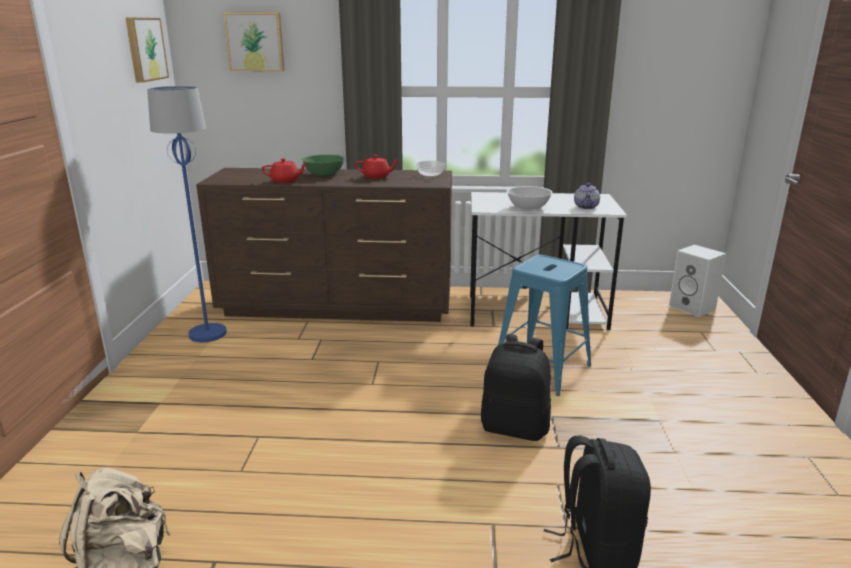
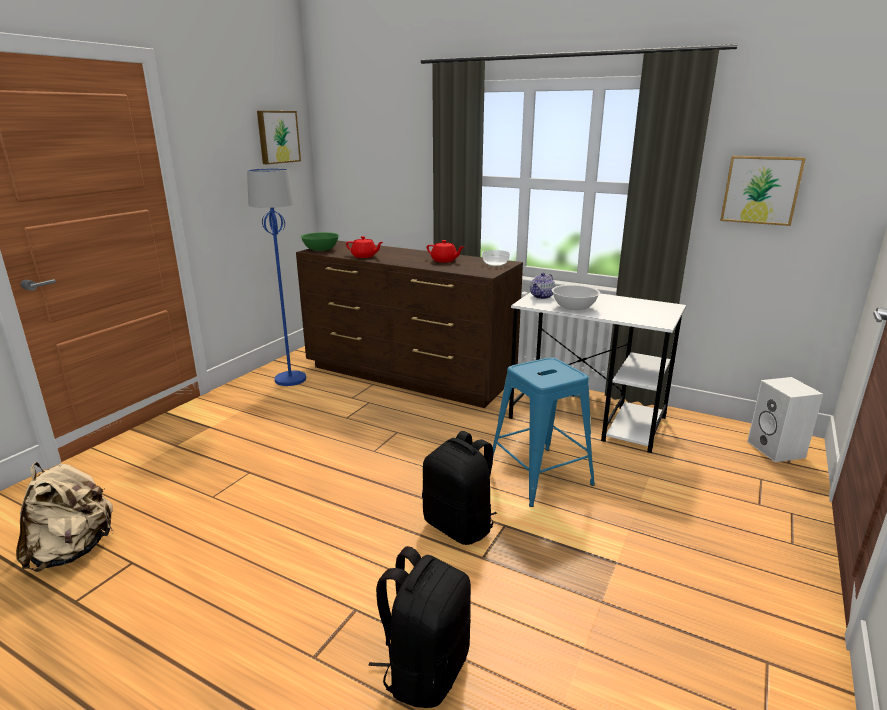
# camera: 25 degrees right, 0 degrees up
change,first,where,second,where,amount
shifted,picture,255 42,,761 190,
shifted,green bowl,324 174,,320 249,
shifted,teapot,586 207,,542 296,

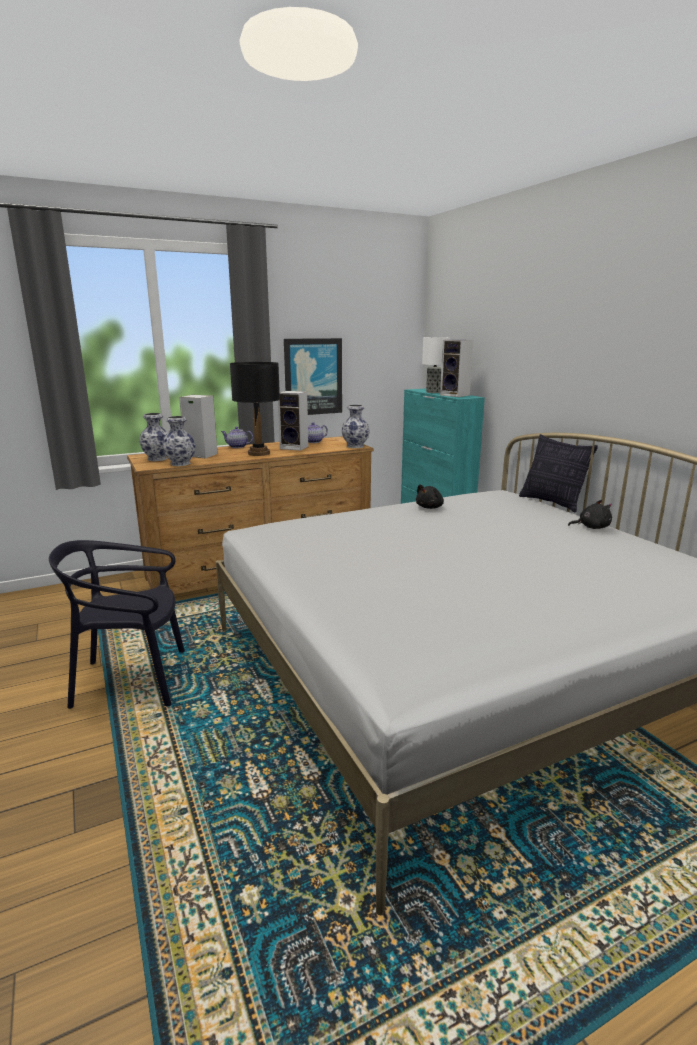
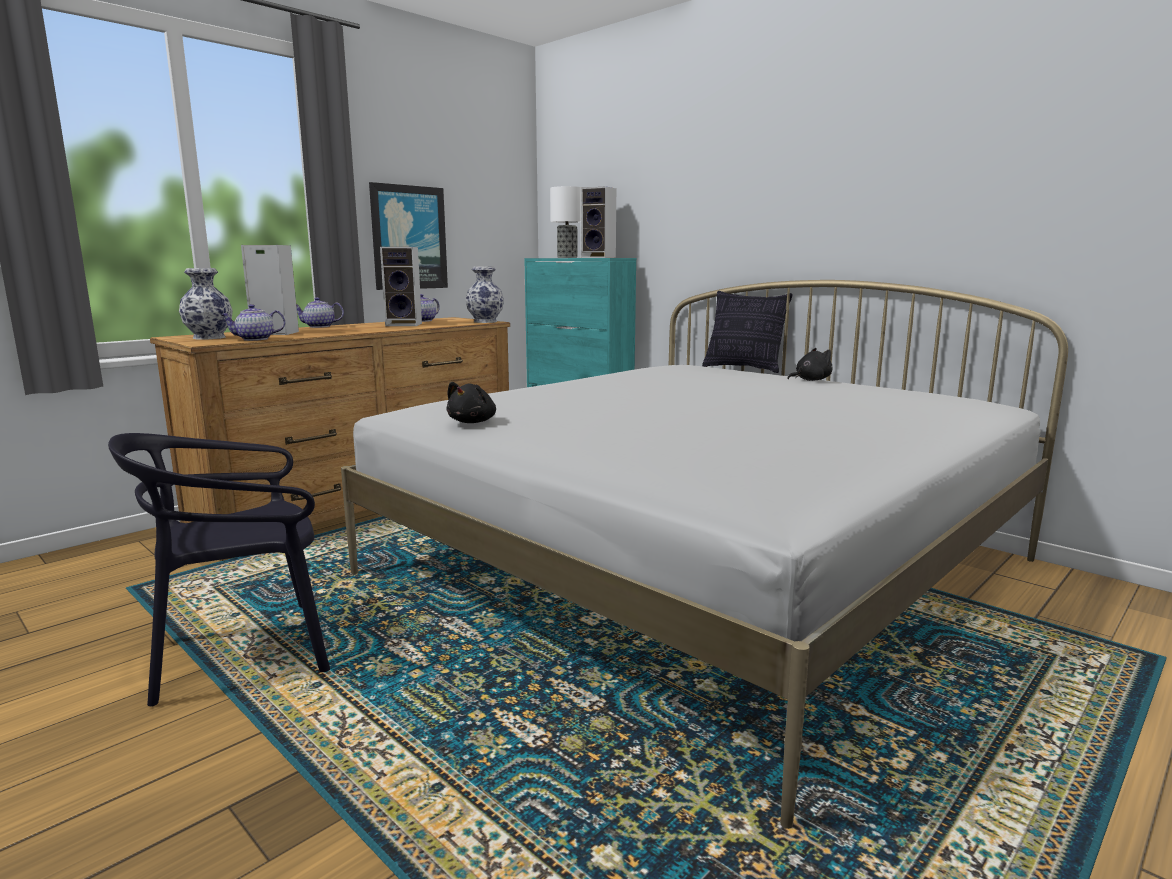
# camera: 20 degrees left, 5 degrees down
change,first,where,second,where,amount
gone,black table lamp,259 453,,,
shifted,black plush toy,430 507,,473 422,
swapped,vase,180 464,teapot,255 339,

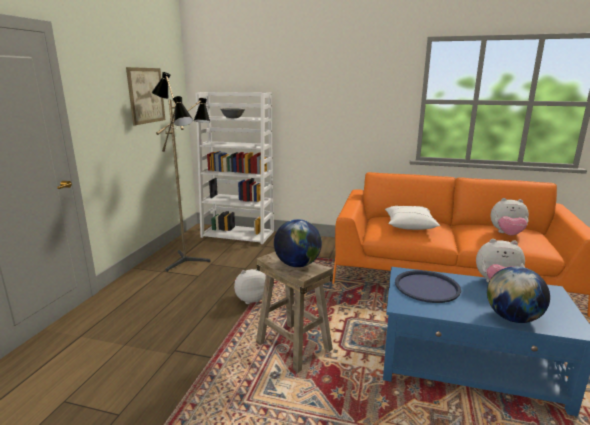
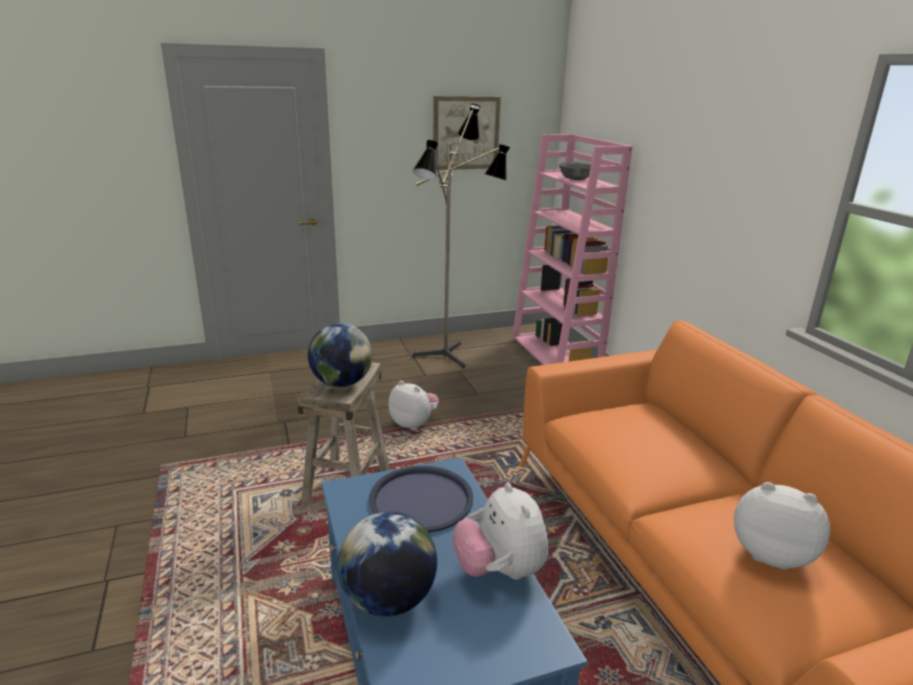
# camera: 55 degrees right, 5 degrees up
change,first,where,second,where,amount
gone,white pillow,409 225,,,
repainted,white bookcase,238 234,pink bookcase,556 355,
rotated,plush toy,507 234,,770 553,135 degrees clockwise

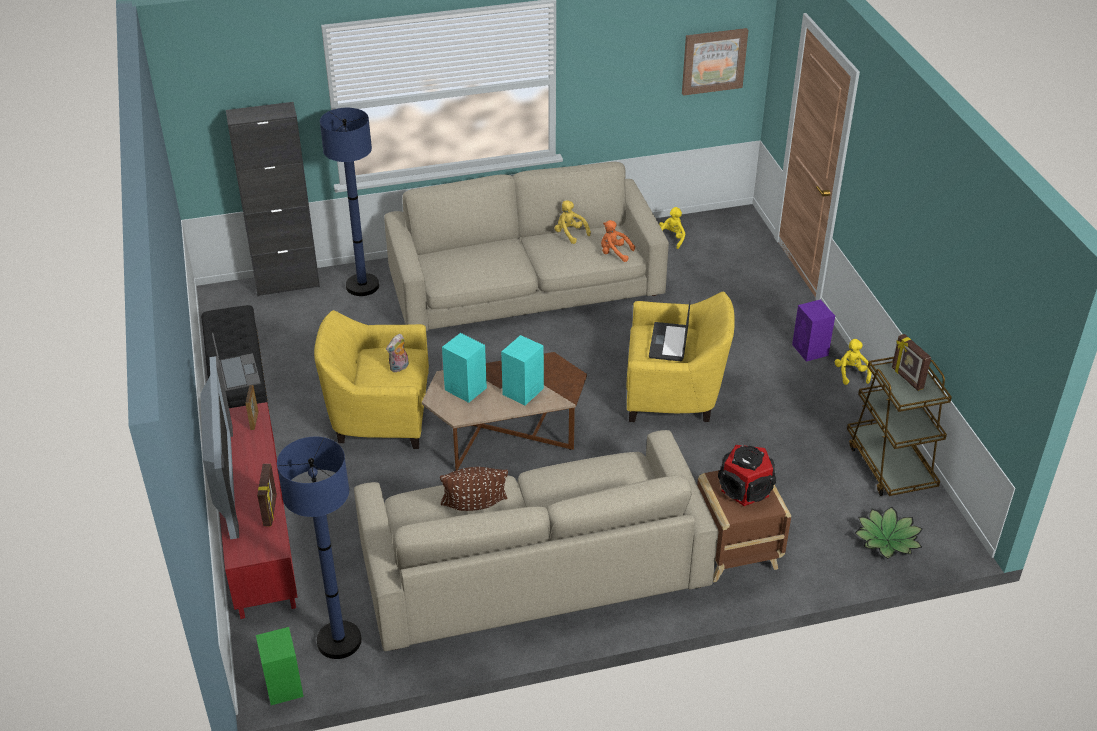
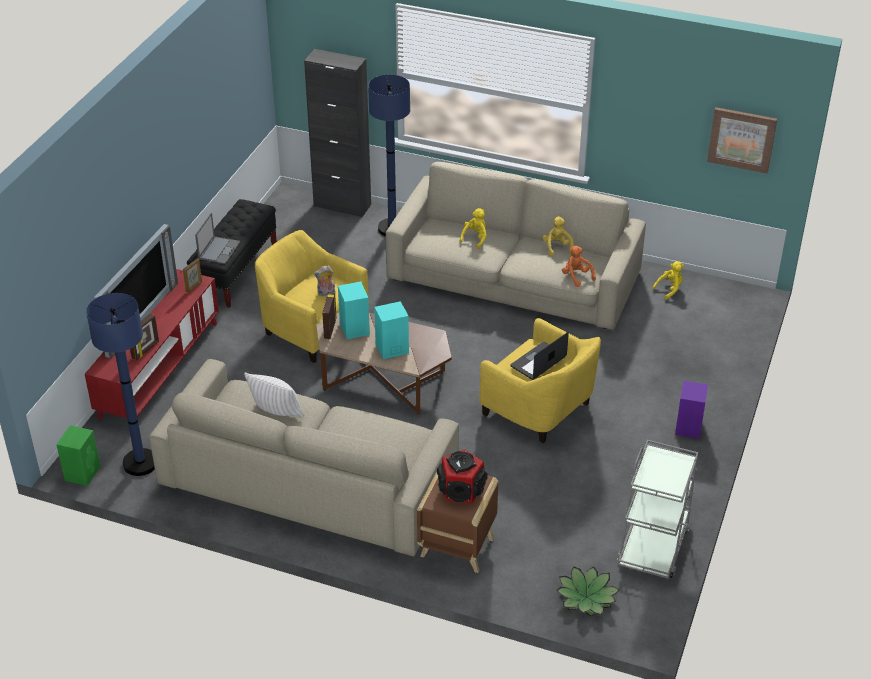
# camera: 35 degrees right, 0 degrees up
change,first,where,second,where,amount
shifted,yellow plush toy,851 373,,475 238,
shifted,picture frame,906 378,,329 328,
repainted,brown pillow,474 508,white pillow,276 413,
repainted,brown cart,890 465,grey cart,653 545,

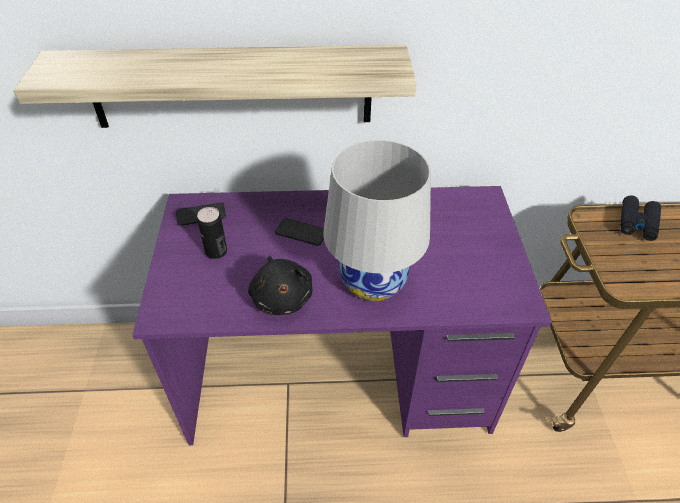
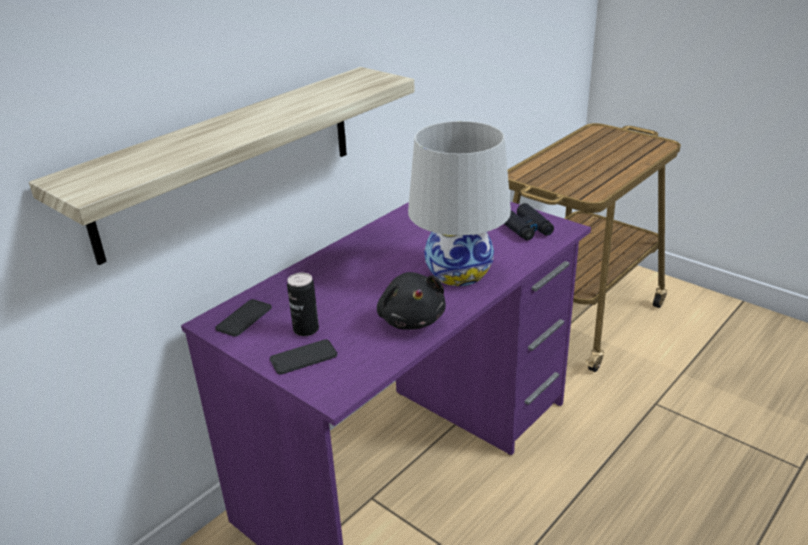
# camera: 45 degrees left, 15 degrees down
change,first,where,second,where,amount
shifted,phone,301 232,,303 357,
shifted,black binoculars,637 223,,525 228,
rotated,black plush toy,282 297,,411 319,45 degrees clockwise

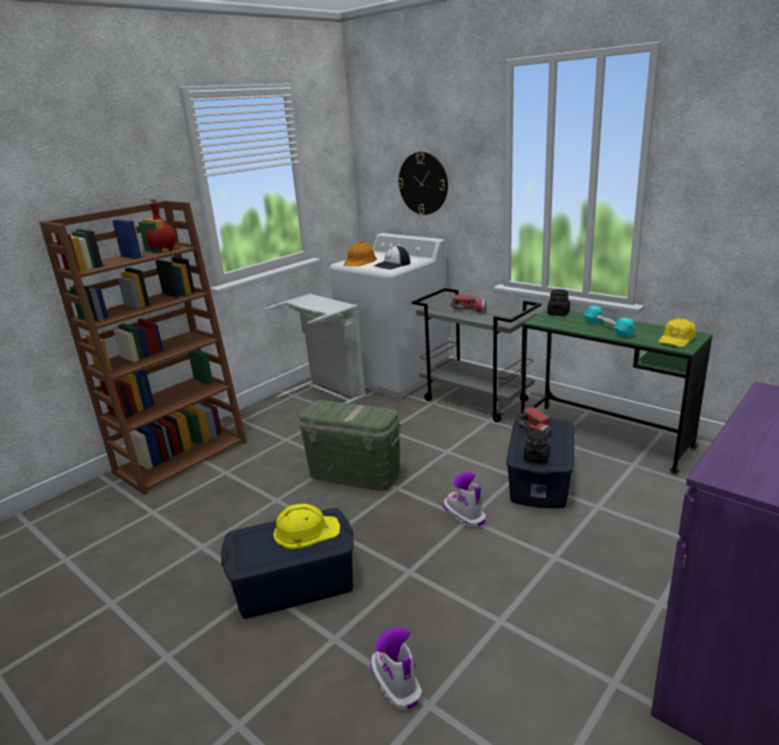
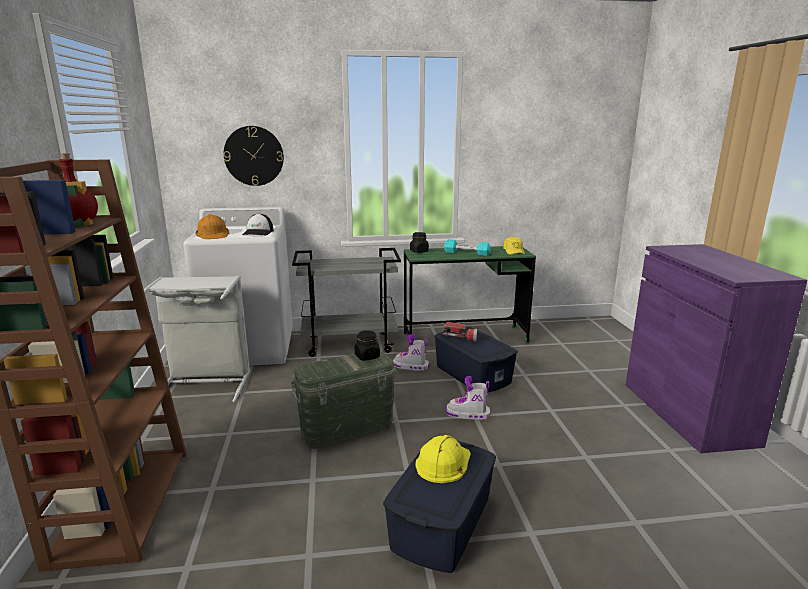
# camera: 50 degrees left, 5 degrees down
change,first,where,second,where,amount
gone,flashlight,469 310,,,
shifted,boot,395 682,,410 366,
shifted,black jar,536 458,,367 356,

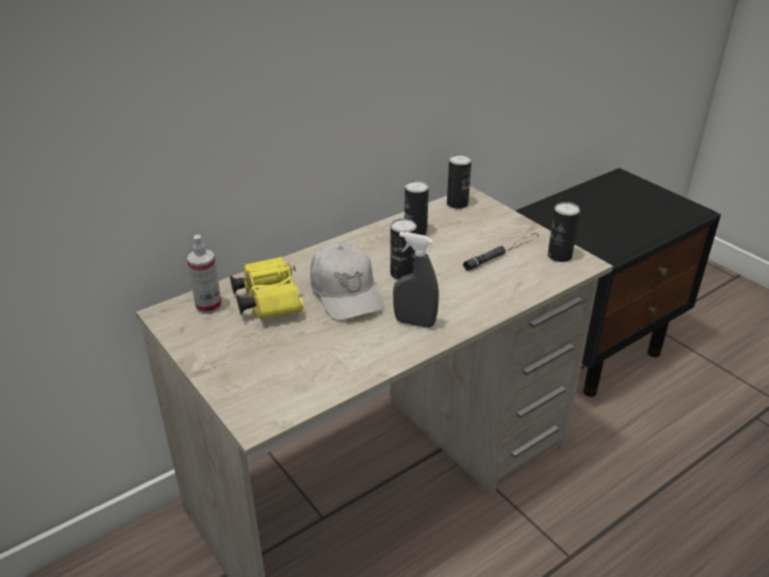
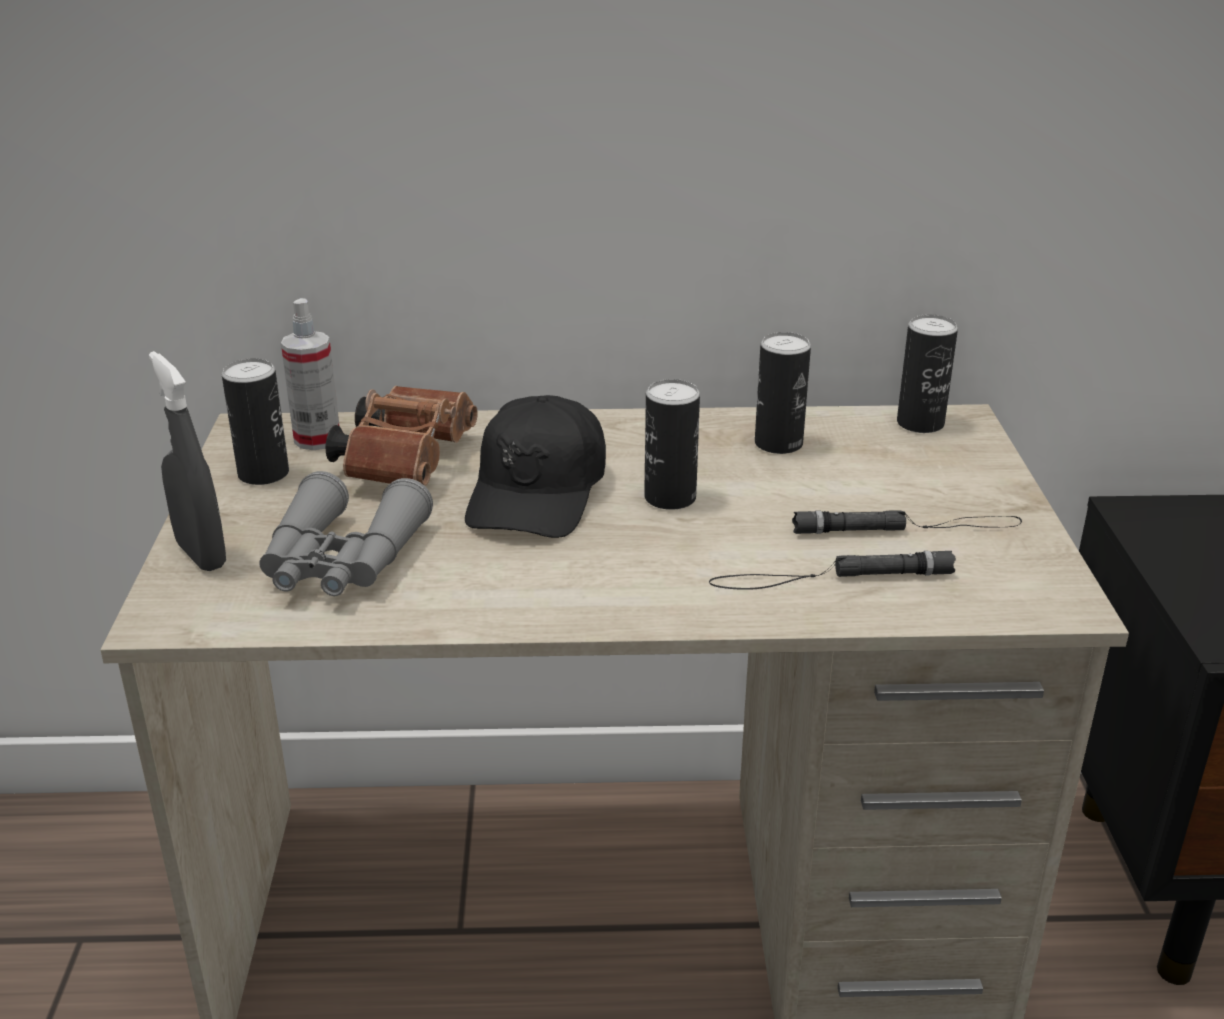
# camera: 35 degrees right, 5 degrees down
change,first,where,second,where,amount
new,,,grey binoculars,342 561,
new,,,black flashlight,830 578,
shifted,grey spray bottle,414 322,,201 555,
shifted,can,559 256,,263 474,
repainted,yellow binoculars,268 300,brown binoculars,408 461,
repainted,white cap,346 292,black cap,538 492,

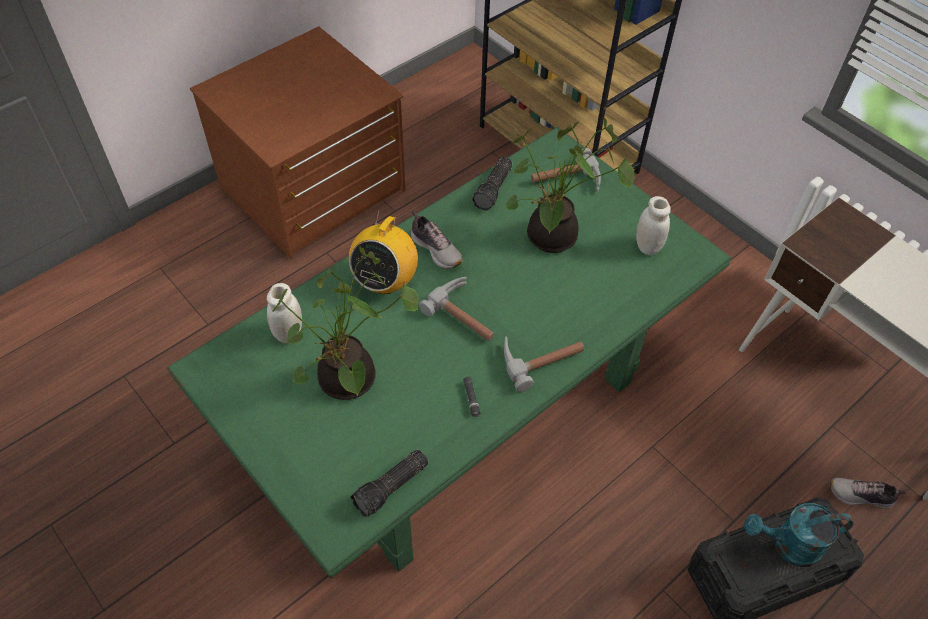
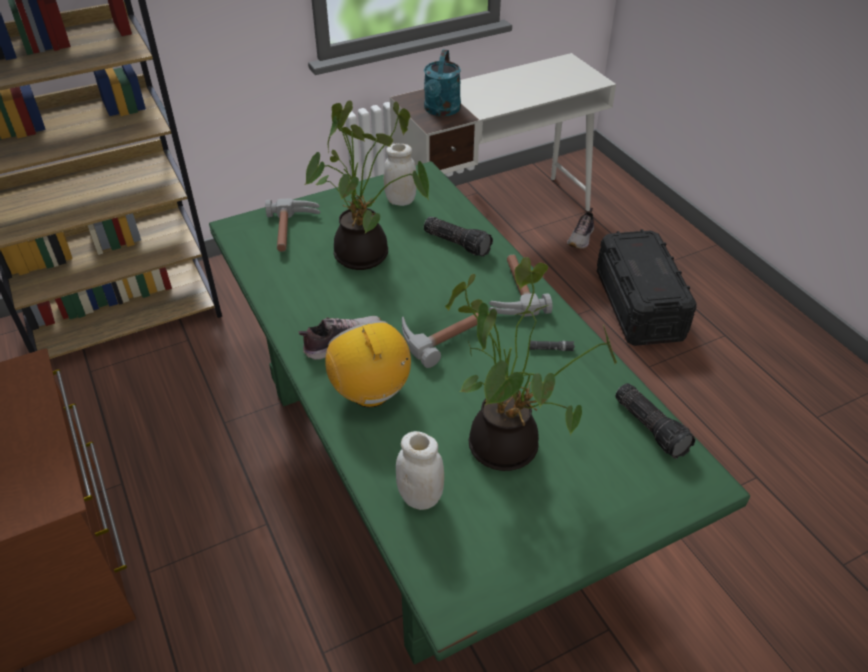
# camera: 75 degrees left, 10 degrees down
change,first,where,second,where,amount
shifted,flashlight,494 190,,458 243,
shifted,turquoise watering can,788 545,,441 111,
rotated,radio,385 281,,371 393,150 degrees counterclockwise

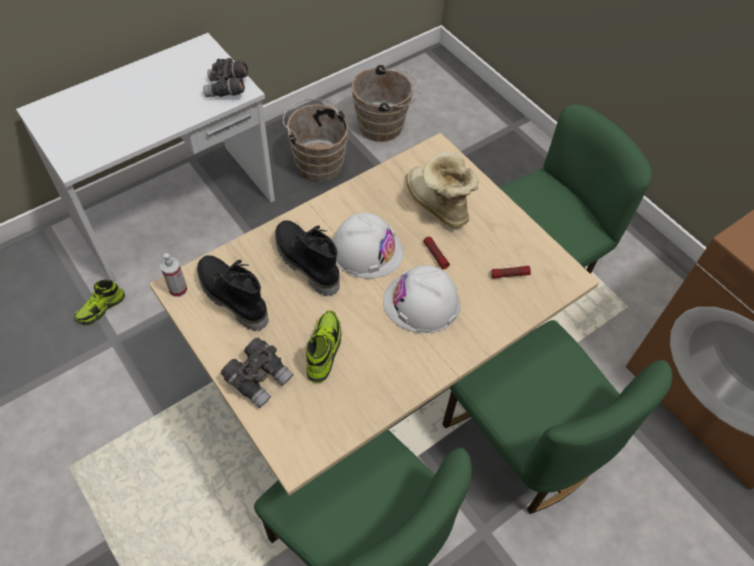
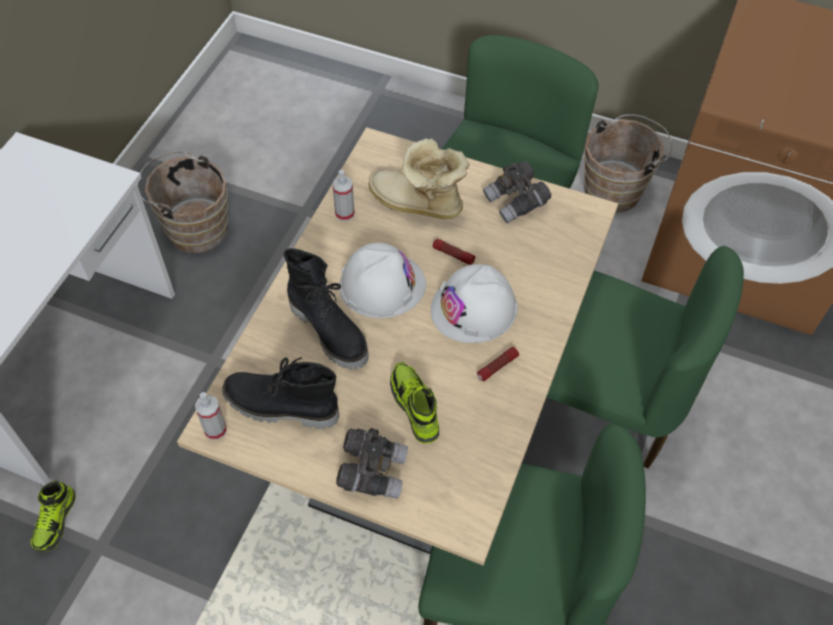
# camera: 30 degrees left, 0 degrees up
change,first,where,second,where,amount
new,,,spray bottle,344 213,
shifted,grey binoculars,227 89,,516 202,
shifted,brown bucket,384 126,,616 189,
shifted,flashlight,509 275,,497 367,
rotated,black boot,305 263,,330 331,150 degrees counterclockwise

